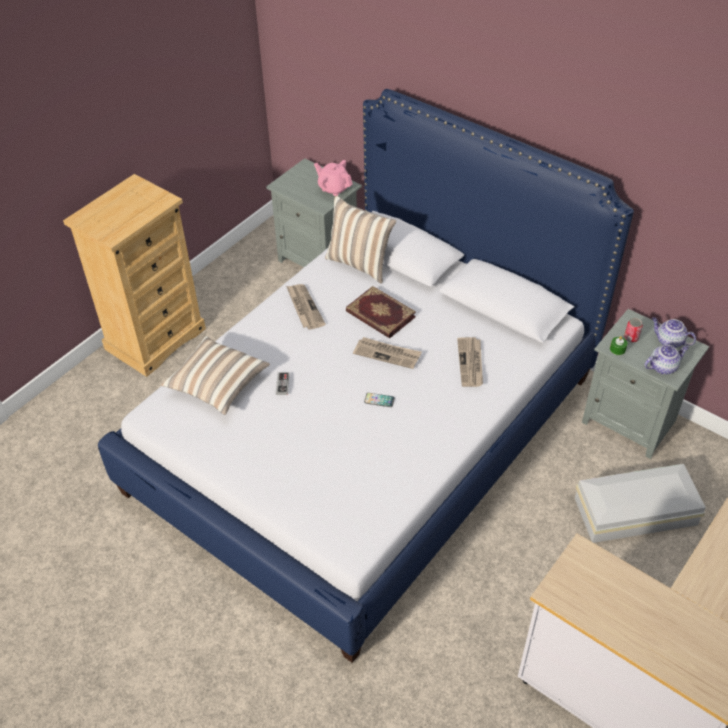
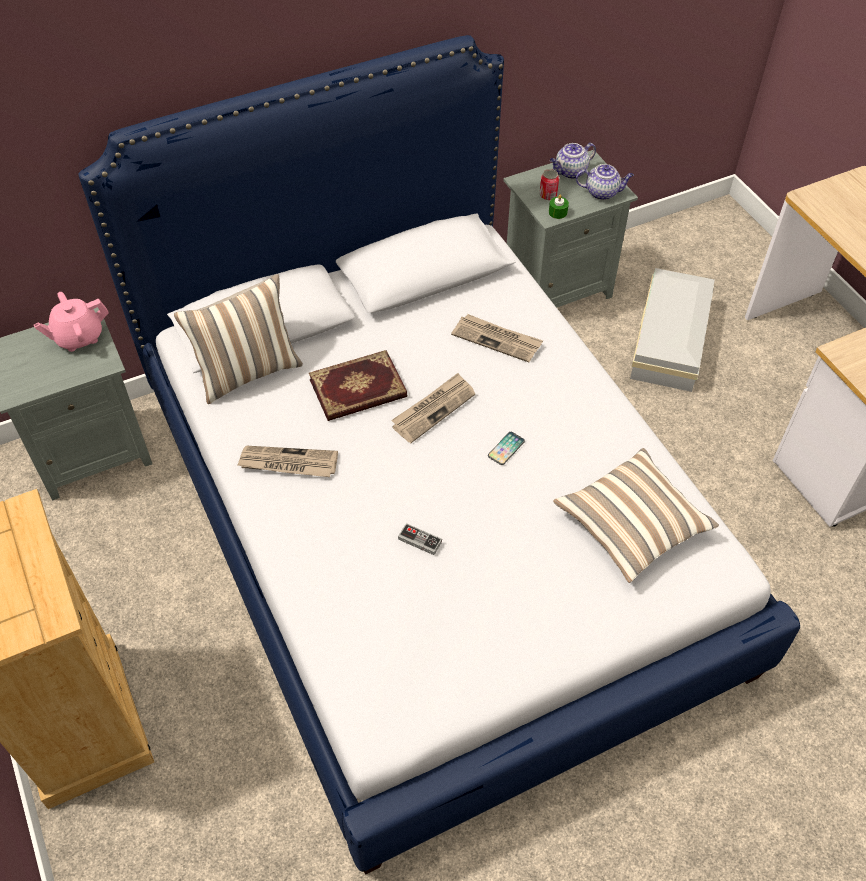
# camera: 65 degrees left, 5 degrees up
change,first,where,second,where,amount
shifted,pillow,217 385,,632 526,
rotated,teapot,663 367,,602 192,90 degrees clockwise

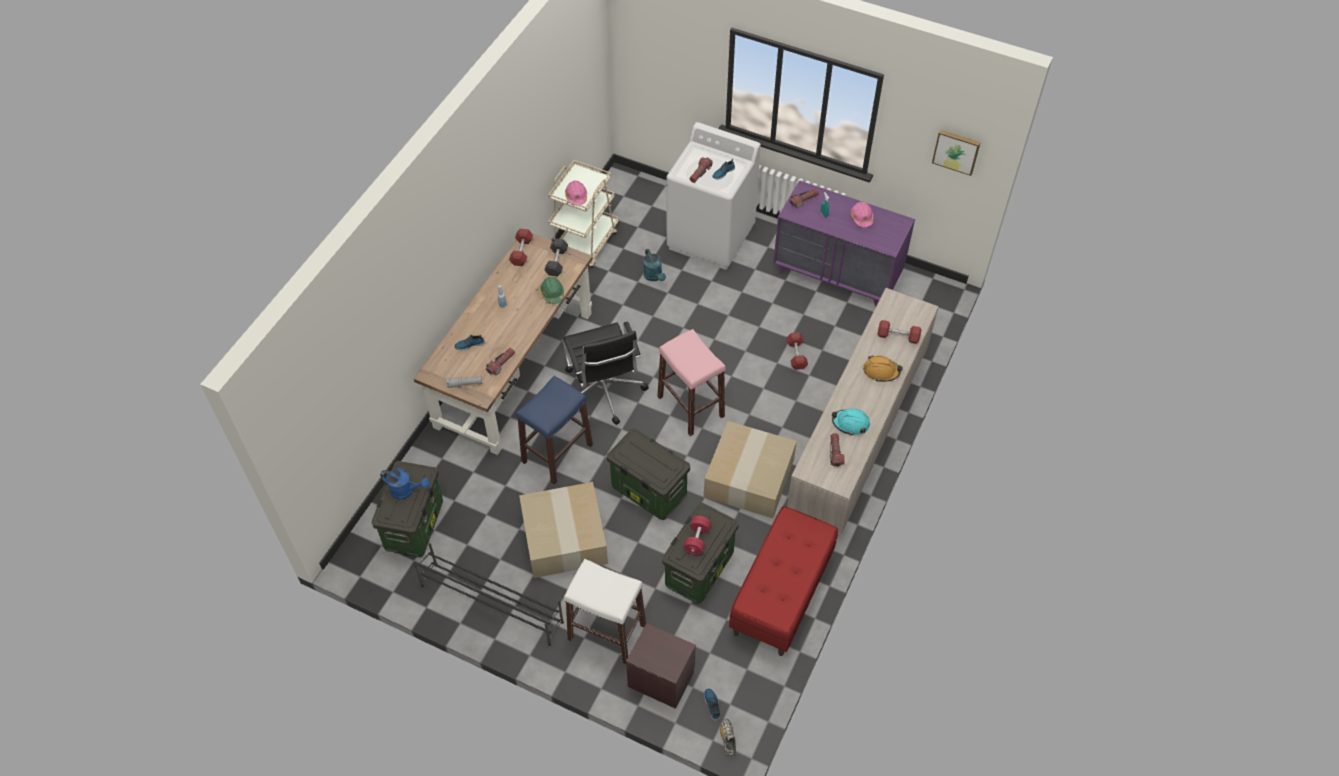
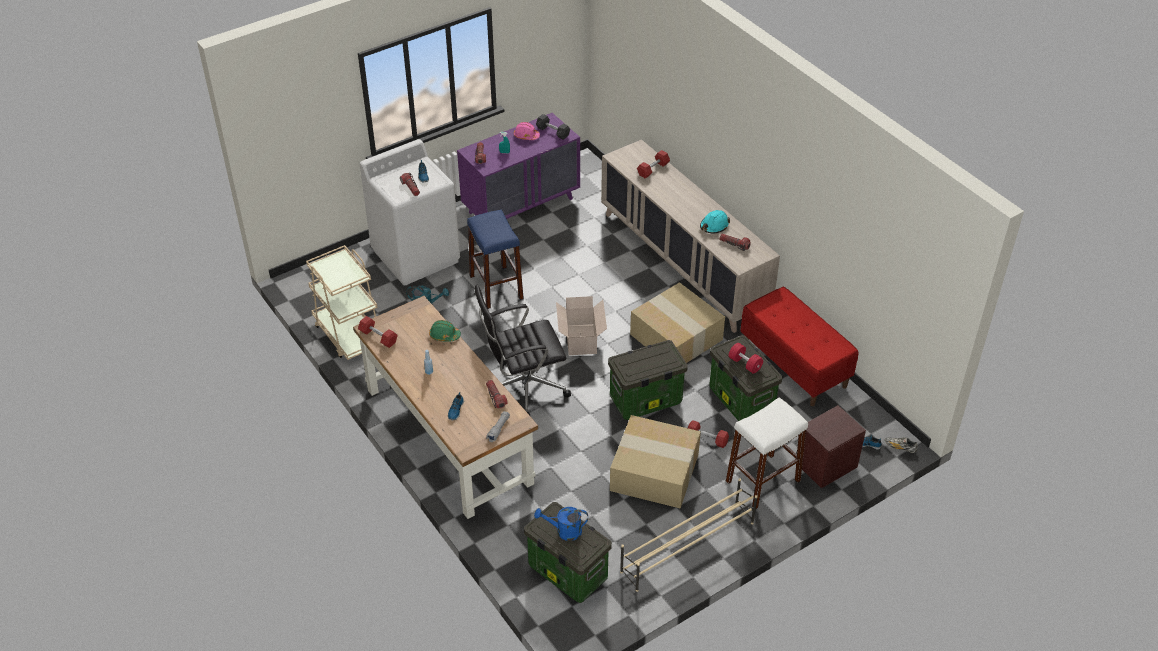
# camera: 60 degrees left, 10 degrees down
change,first,where,second,where,amount
gone,pink hard hat,576 196,,,
gone,orange hard hat,881 371,,,
gone,picture,956 151,,,
shifted,blue stool,557 453,,496 287,
shifted,grey dumbbell,556 262,,553 132,
shifted,red dumbbell,796 355,,707 439,
swapped,pink stool,690 406,cardboard box,580 341,
repainted,black shoe rack,491 603,beige shoe rack,687 547,
rotated,blue watering can,406 491,,564 531,135 degrees counterclockwise
rotated,black office chair,603 393,,523 388,150 degrees clockwise

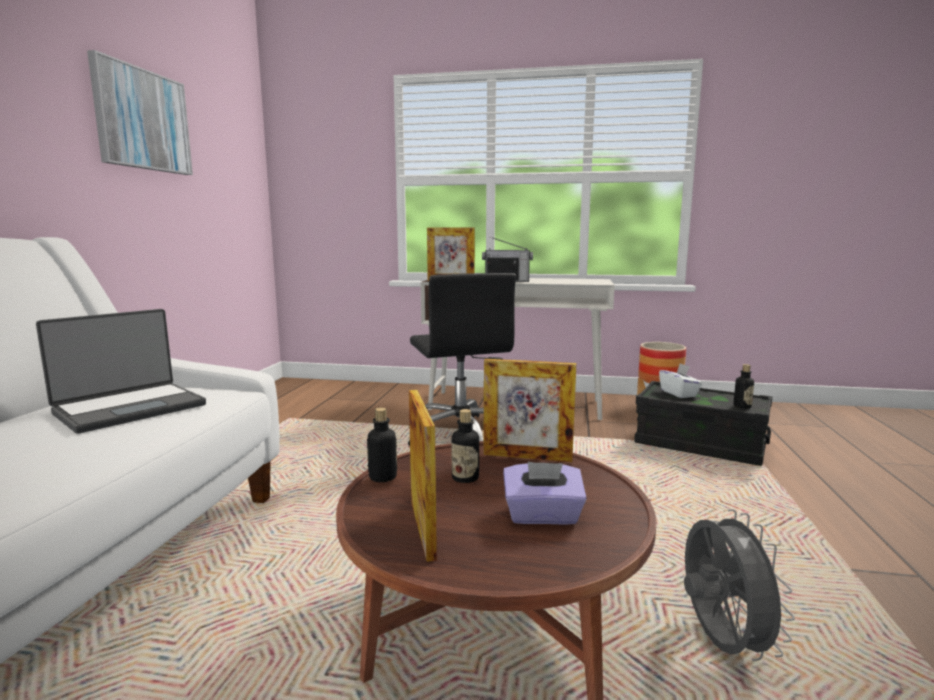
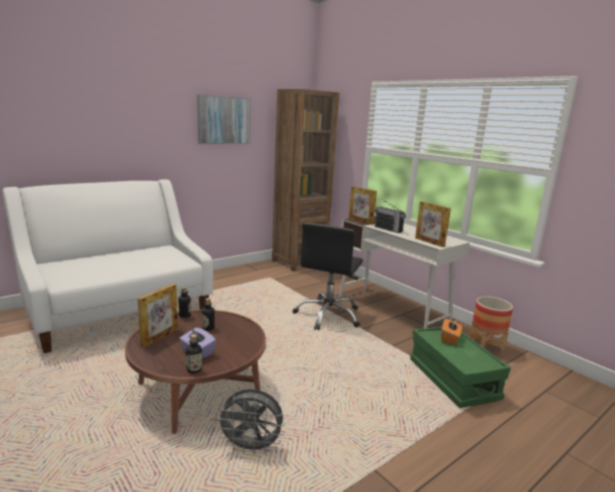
# camera: 40 degrees right, 5 degrees up
change,first,where,second,where,amount
gone,laptop,130 408,,,
new,,,brown bookcase,299 262,
shifted,picture frame,527 457,,429 242,
shifted,bottle,742 406,,194 369,
repainted,black storage box,699 445,green storage box,453 380,
repainted,white tissue box,679 393,orange tissue box,450 339,
rotated,grey fan,720 643,,251 447,60 degrees clockwise

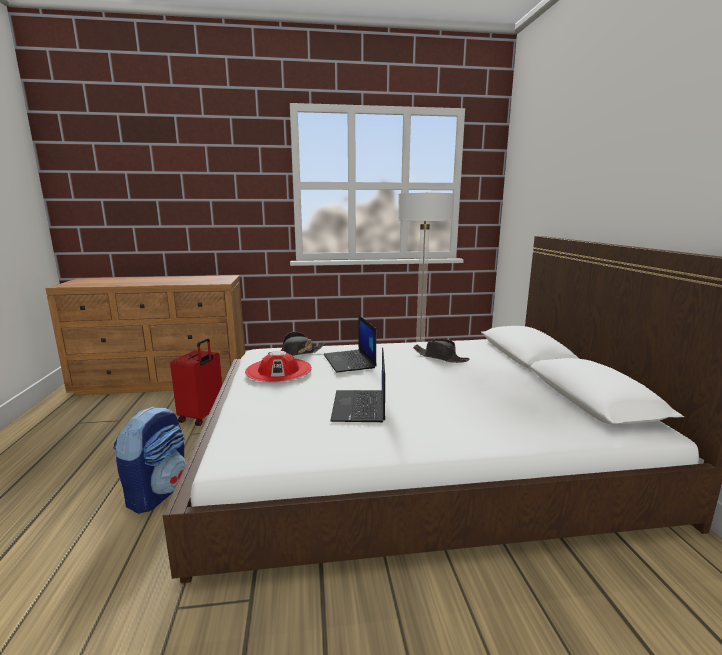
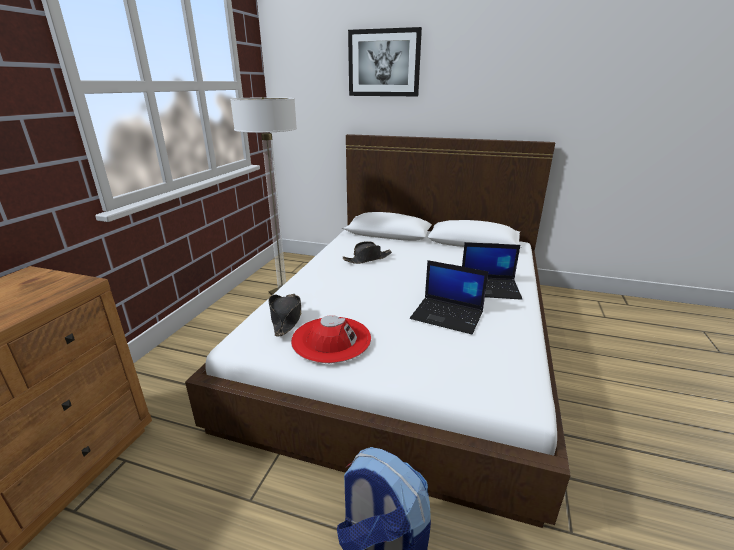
# camera: 65 degrees left, 10 degrees up
change,first,where,second,where,amount
gone,red suitcase,202 416,,,
new,,,picture,384 63,
shifted,laptop,350 361,,490 288,

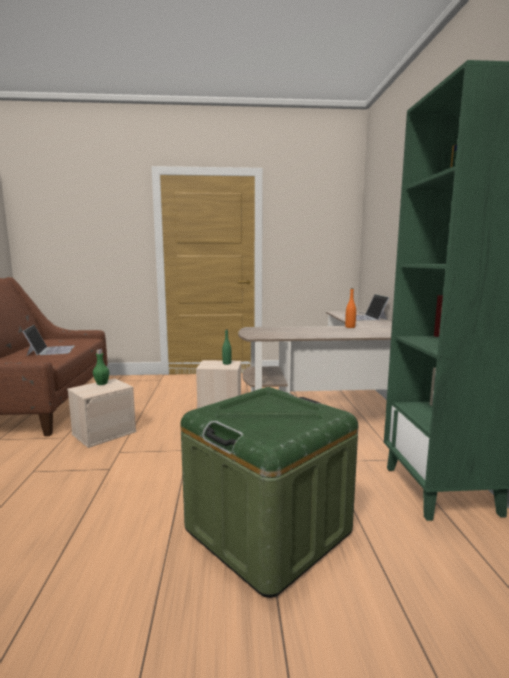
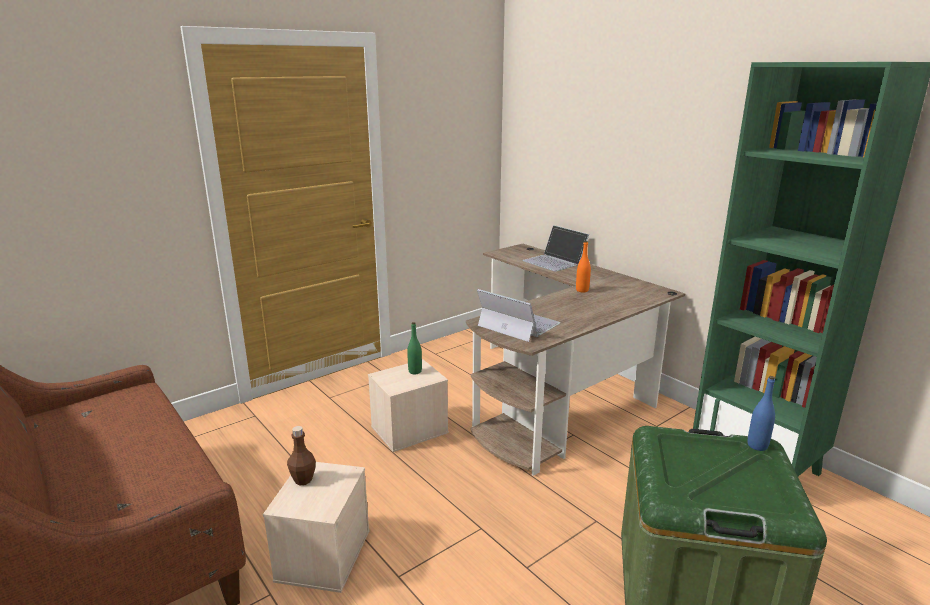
# camera: 35 degrees left, 10 degrees up
change,first,where,second,where,amount
new,,,blue bottle,757 445,
shifted,laptop,50 350,,518 324,
repainted,green bottle,101 383,brown bottle,303 480,

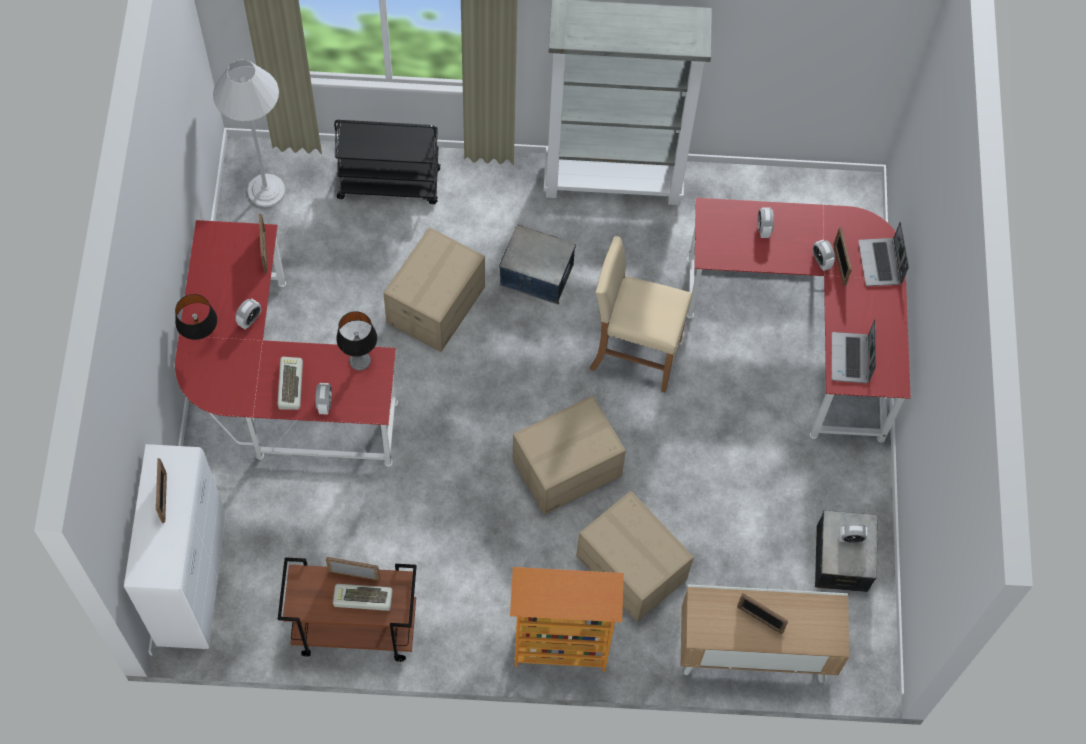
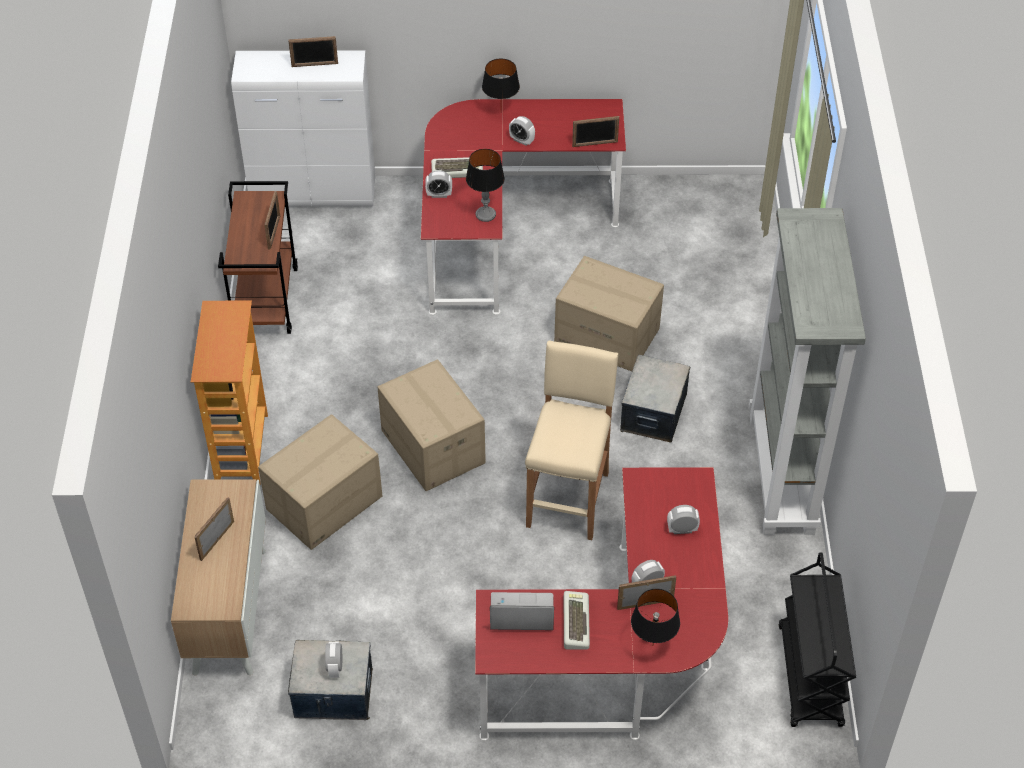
# camera: 90 degrees right, 15 degrees down
change,first,where,second,where,amount
gone,white floor lamp,266 191,,,
shifted,keyboard,362 599,,574 622,
shifted,black cart,390 183,,810 676,
swapped,laptop,880 263,black table lamp,652 646,

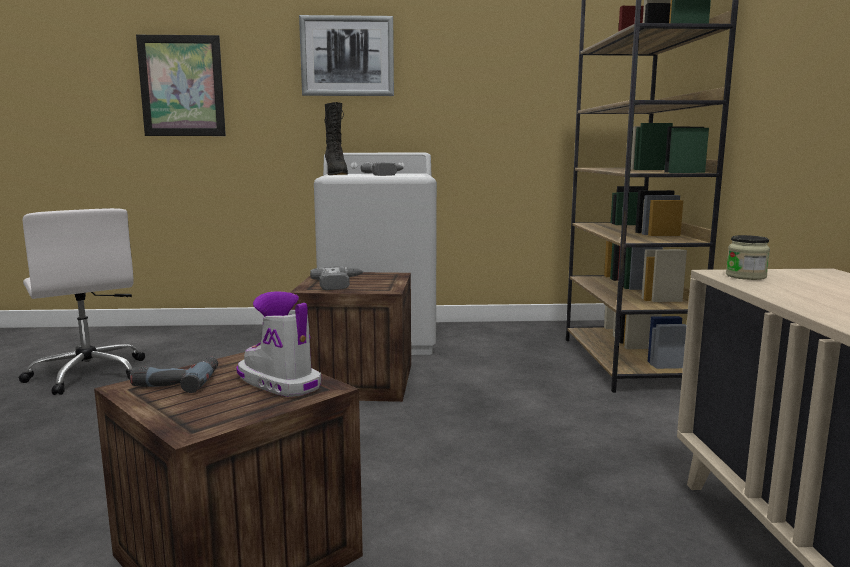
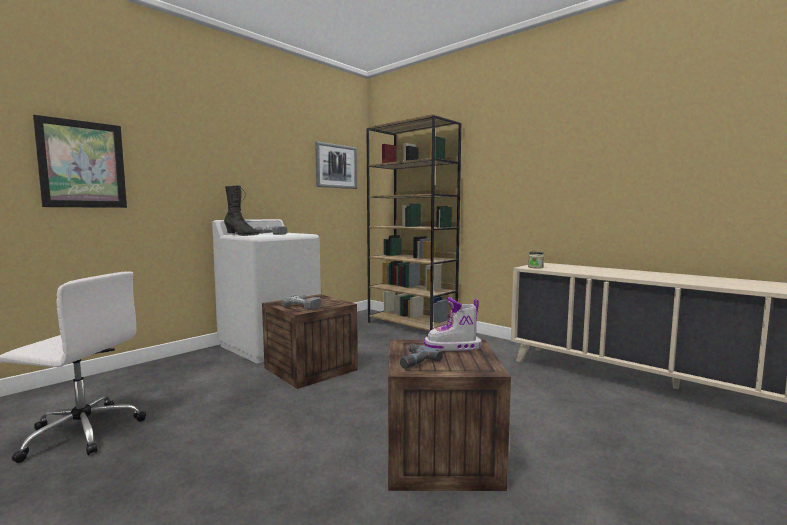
# camera: 45 degrees left, 5 degrees down
change,first,where,second,where,amount
shifted,picture,347 56,,336 166,

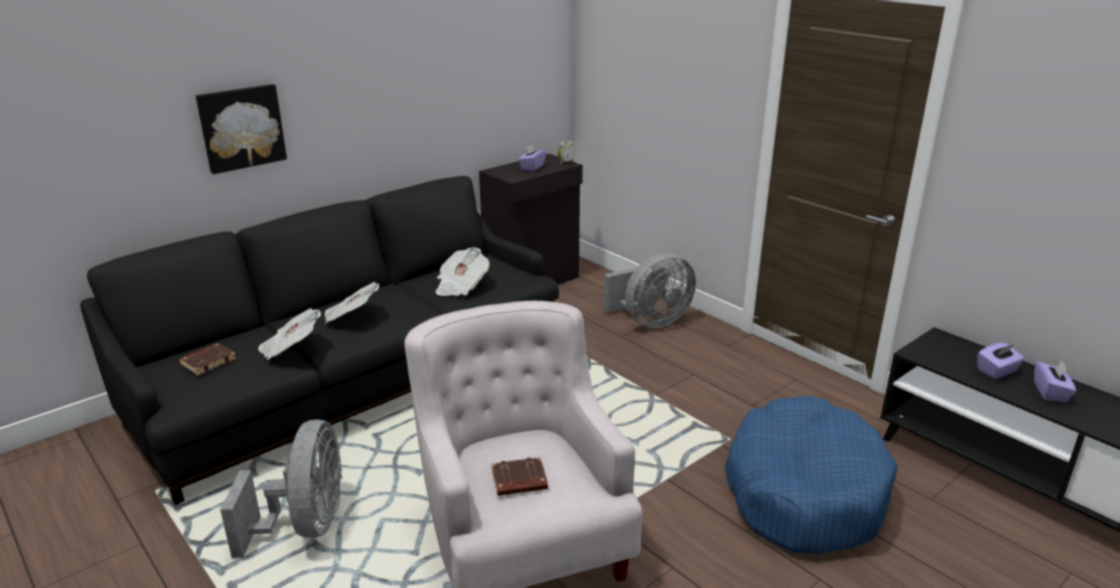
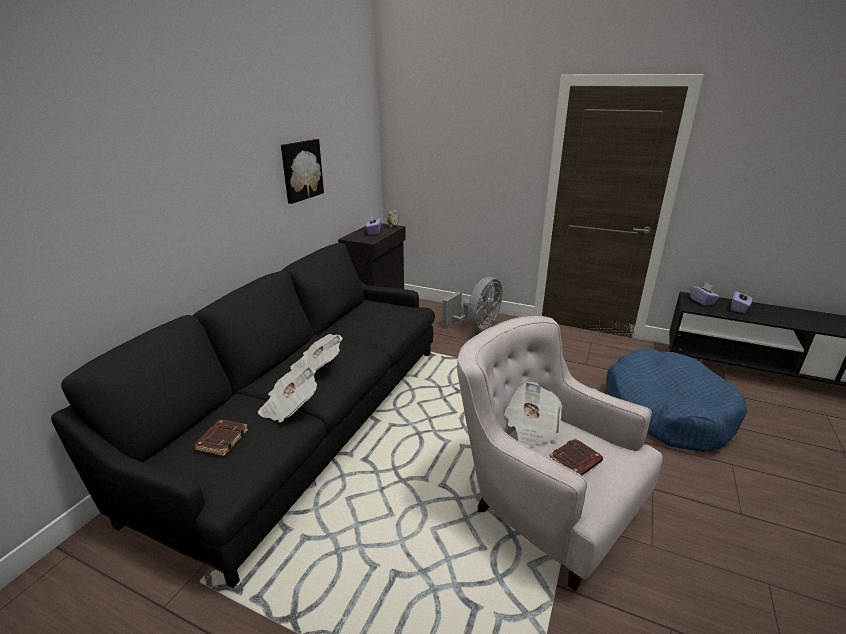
# camera: 25 degrees left, 0 degrees up
change,first,where,second,where,amount
gone,grey fan,306 525,,,
shifted,picture,241 127,,301 170,
shifted,newspaper,461 286,,531 427,
shifted,purple tissue box,1050 392,,702 301,

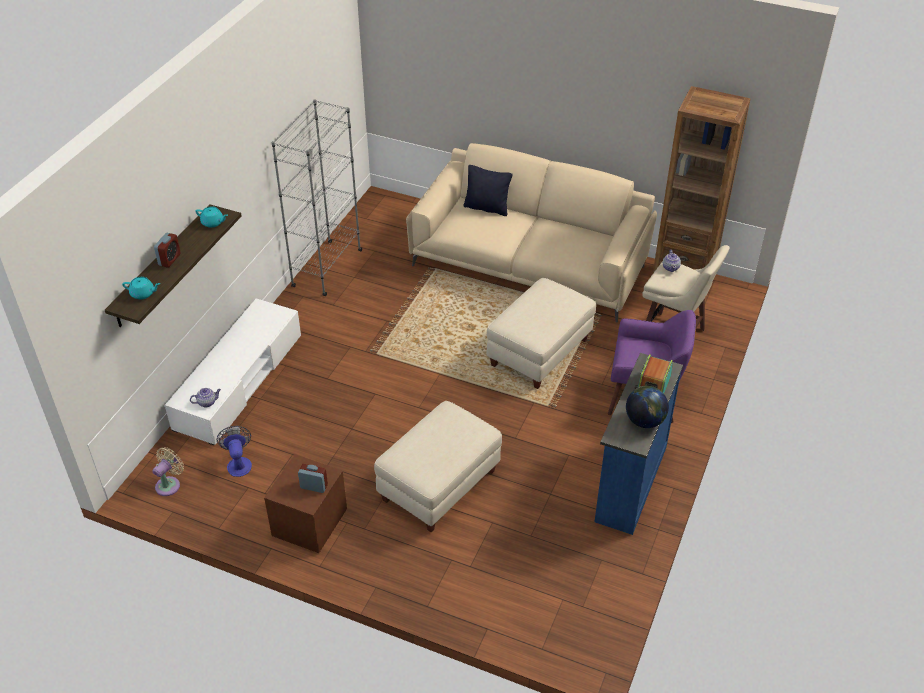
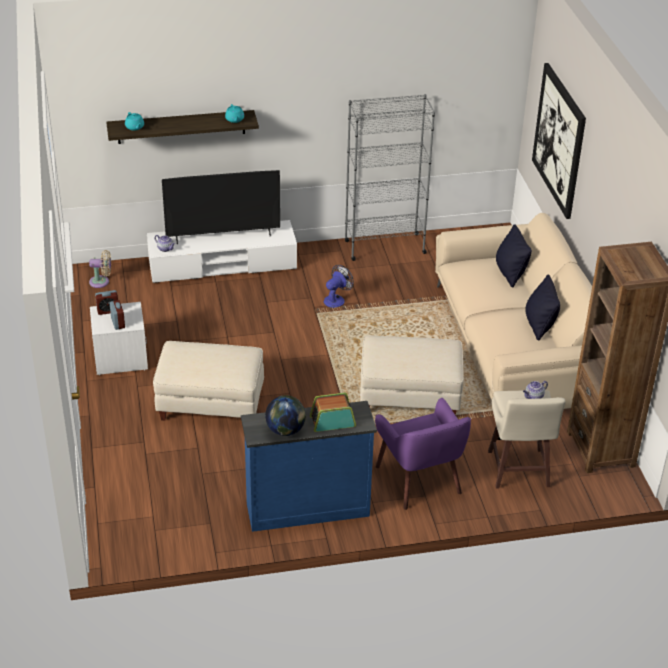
# camera: 55 degrees right, 5 degrees down
change,first,where,second,where,amount
new,,,television,223 236,
new,,,black pillow,539 325,
new,,,picture,559 140,
shifted,alarm clock,169 259,,108 311,
shifted,fan,238 463,,336 299,
repainted,brown nightstand,309 523,white nightstand,120 358,

